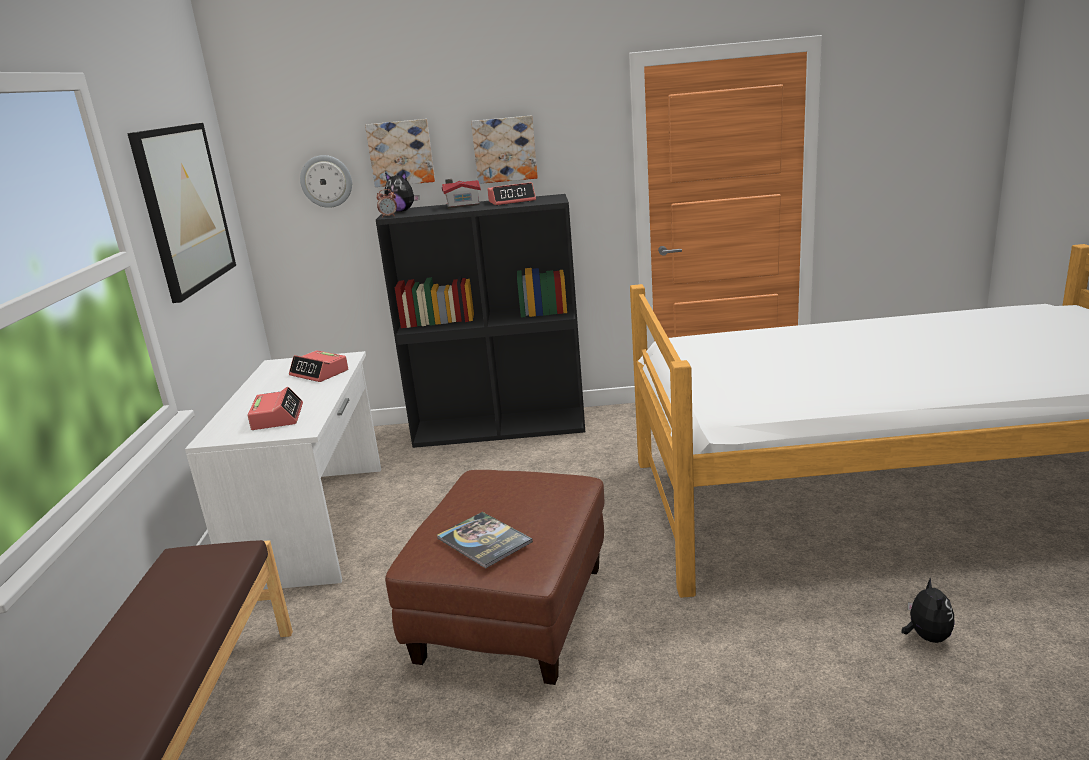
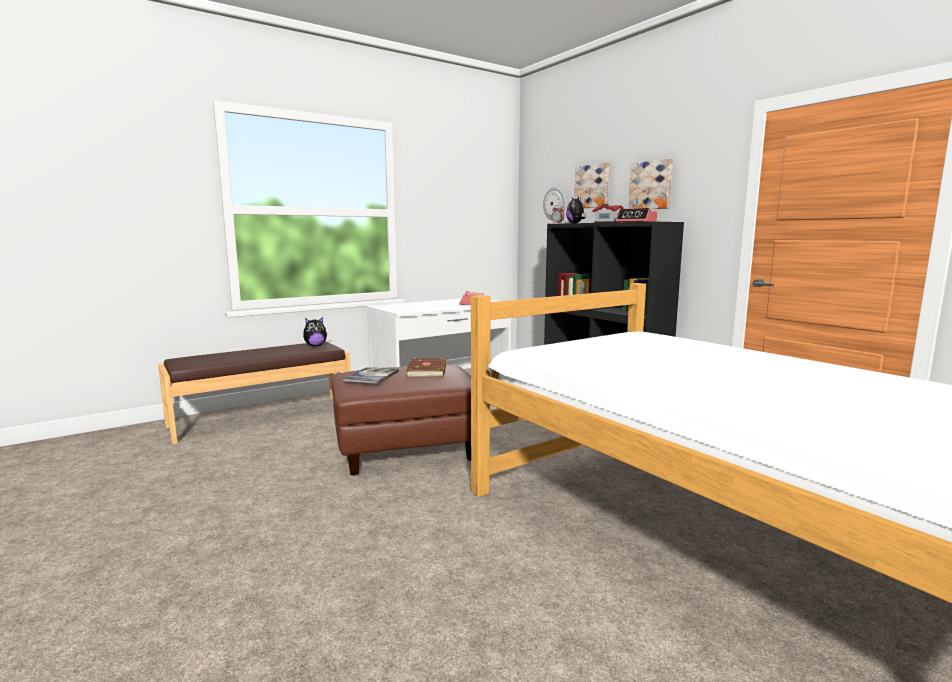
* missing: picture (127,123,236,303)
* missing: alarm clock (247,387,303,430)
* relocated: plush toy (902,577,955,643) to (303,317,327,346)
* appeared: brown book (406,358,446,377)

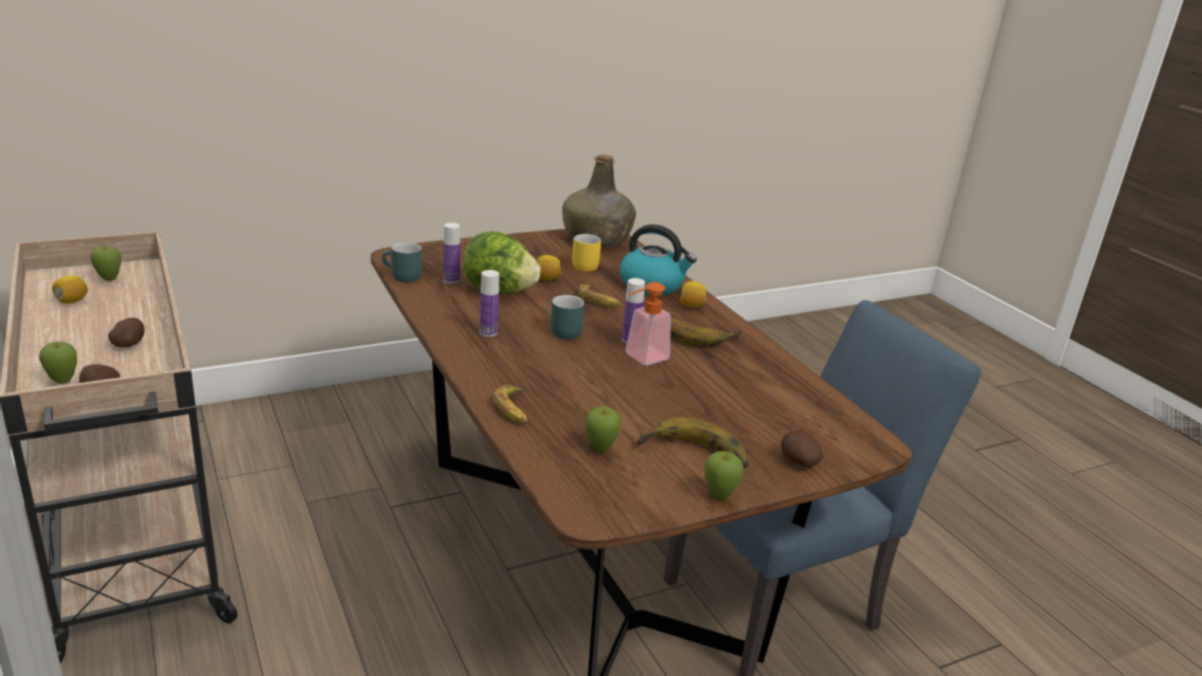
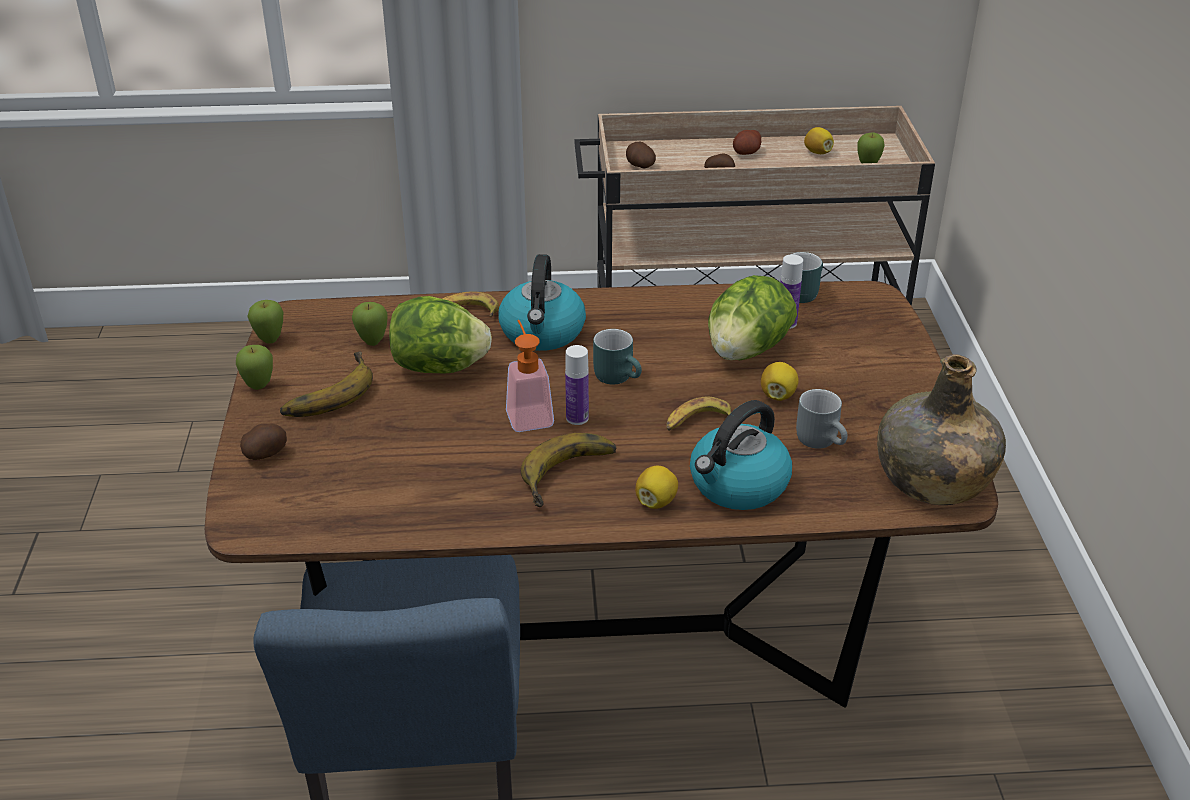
* colour: yellow mug (572,234,601,272) to grey mug (796,389,848,449)
* missing: bottle (480,270,499,337)
* relocated: apple (39,341,77,384) to (247,300,283,344)
* appeared: potato (733,130,761,155)
* appeared: kettle (499,254,586,351)
* appeared: lettuce (389,296,492,373)

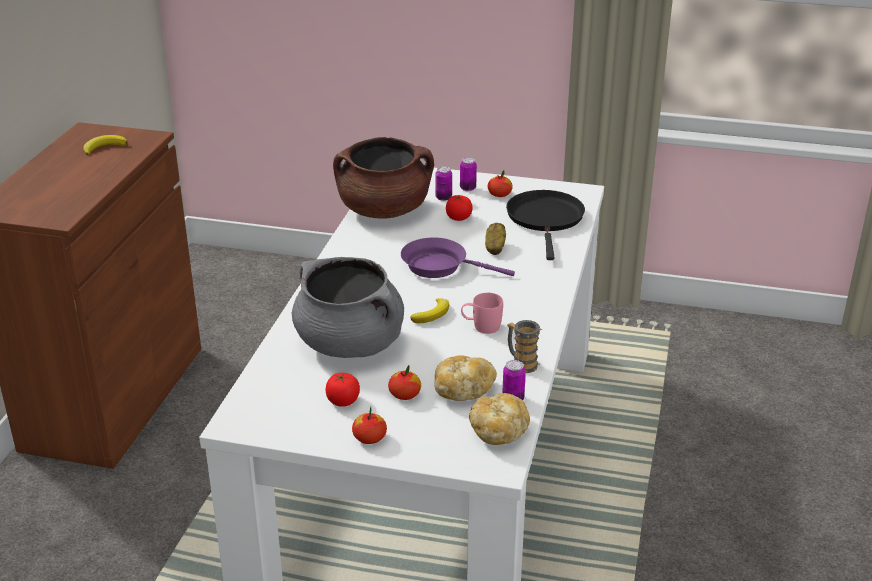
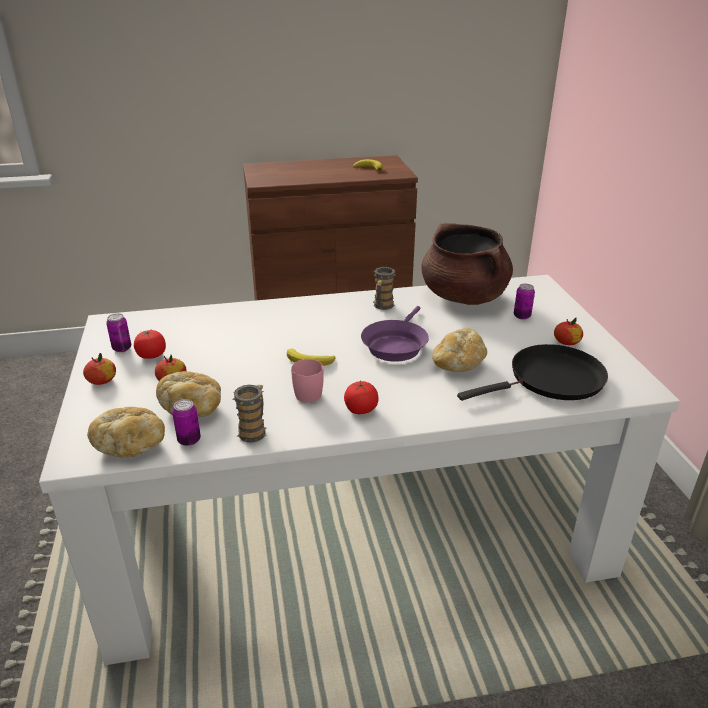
* relocated: can (460,157,477,191) to (106,313,131,352)
* relocated: tomato (446,195,473,221) to (344,380,378,414)
* exchanged: potato (485,223,506,255) to bread (432,328,487,372)
* spun: purple frying pan (401,237,515,278) = (361,306,429,362) 150 degrees counterclockwise
* missing: grey cooking pot (292,257,404,358)
* appeared: mug (373,267,396,310)

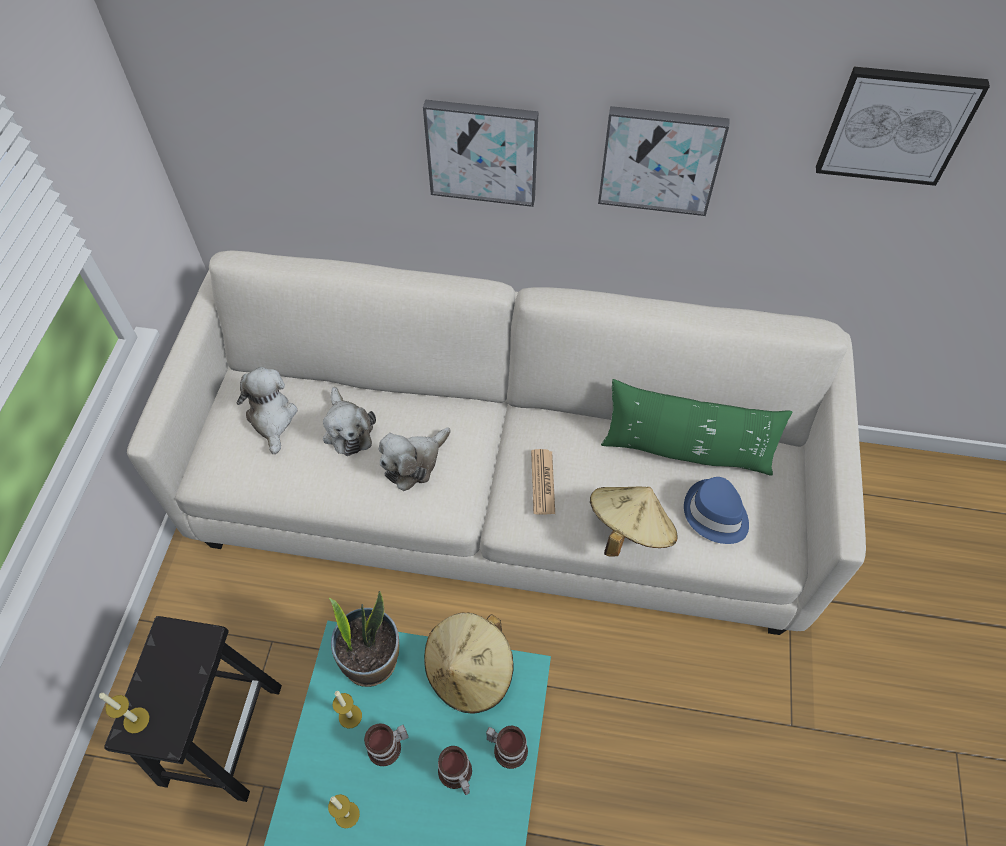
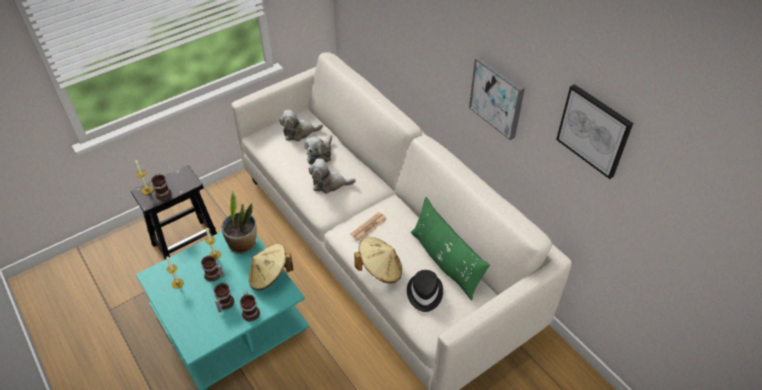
* missing: picture (423,100,539,207)
* spun: plush toy (236,367,297,454) = (279,110,323,141) 135 degrees counterclockwise
* colour: blue hat (684,477,749,544) to black hat (407,270,443,312)
* appeared: mug (151,173,172,200)

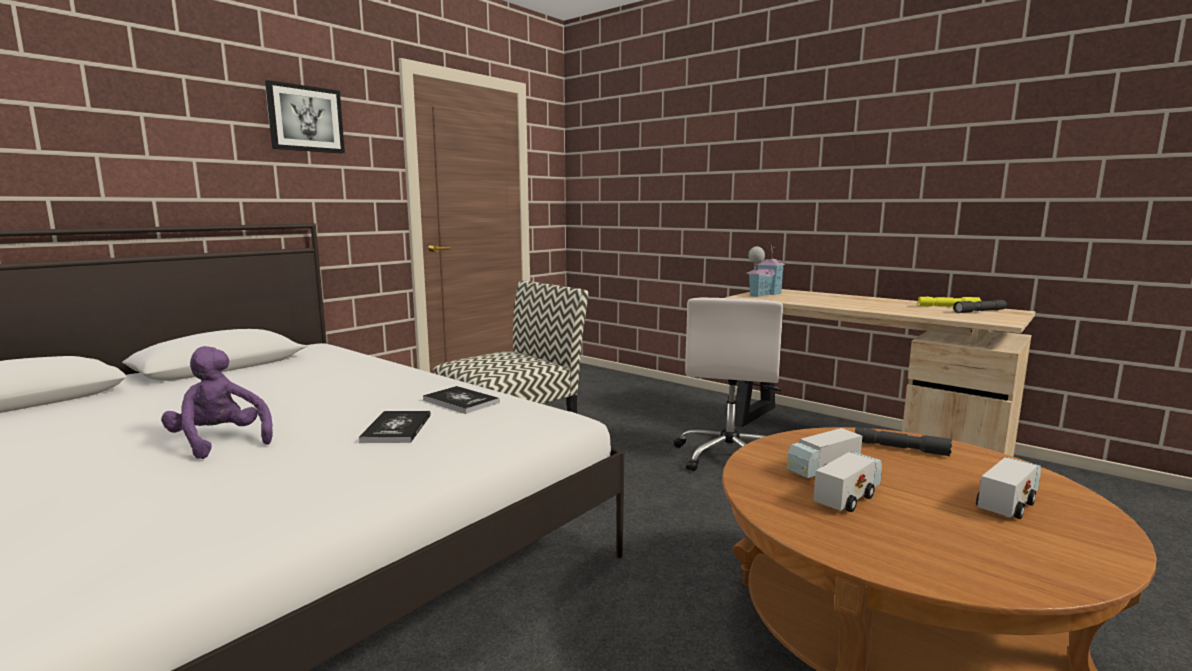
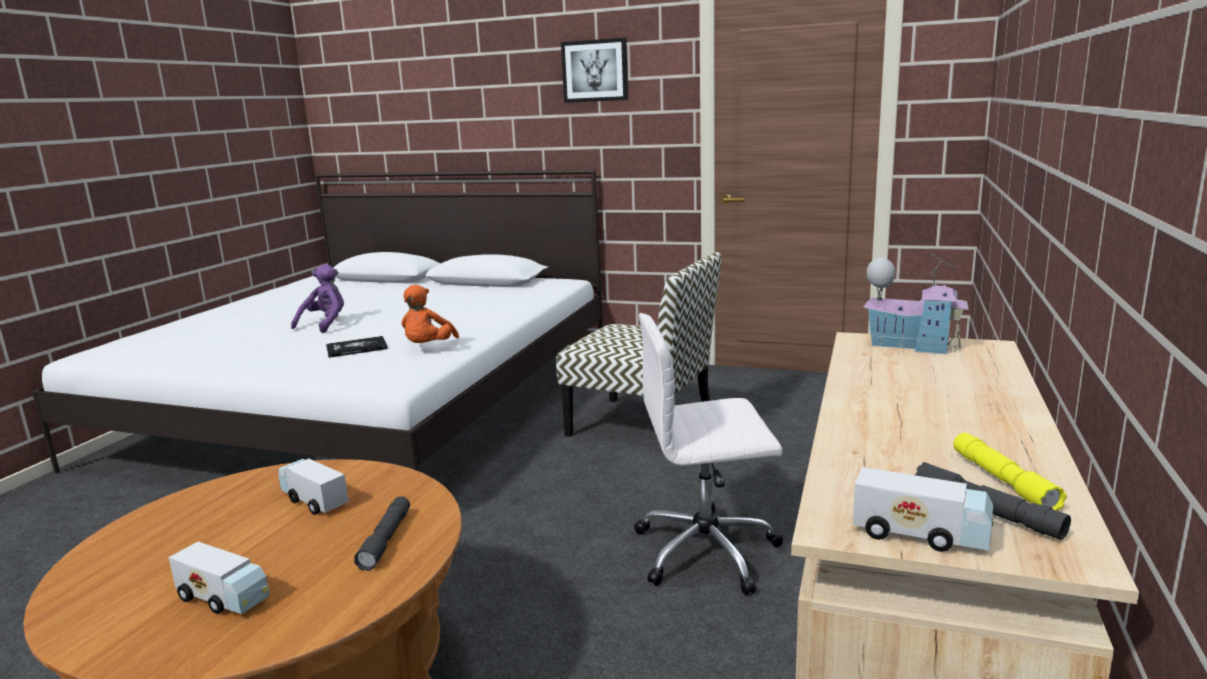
* exchanged: book (423,386,500,414) to orange plush toy (401,285,459,343)
* relocated: toy truck (813,452,882,512) to (853,467,993,552)

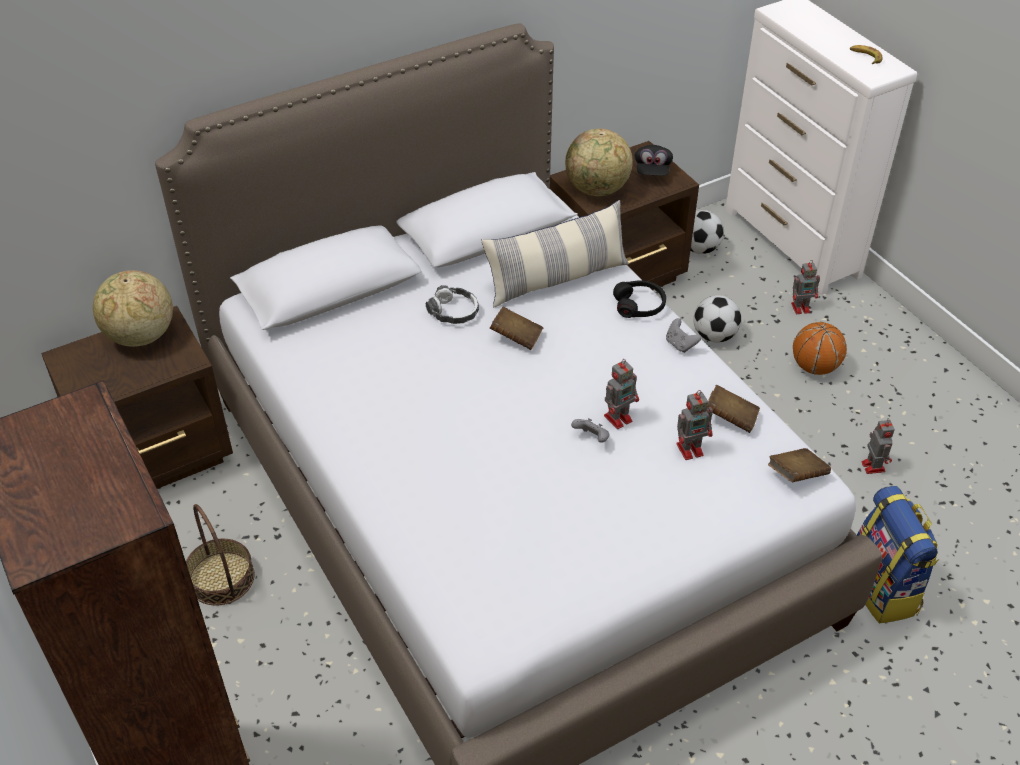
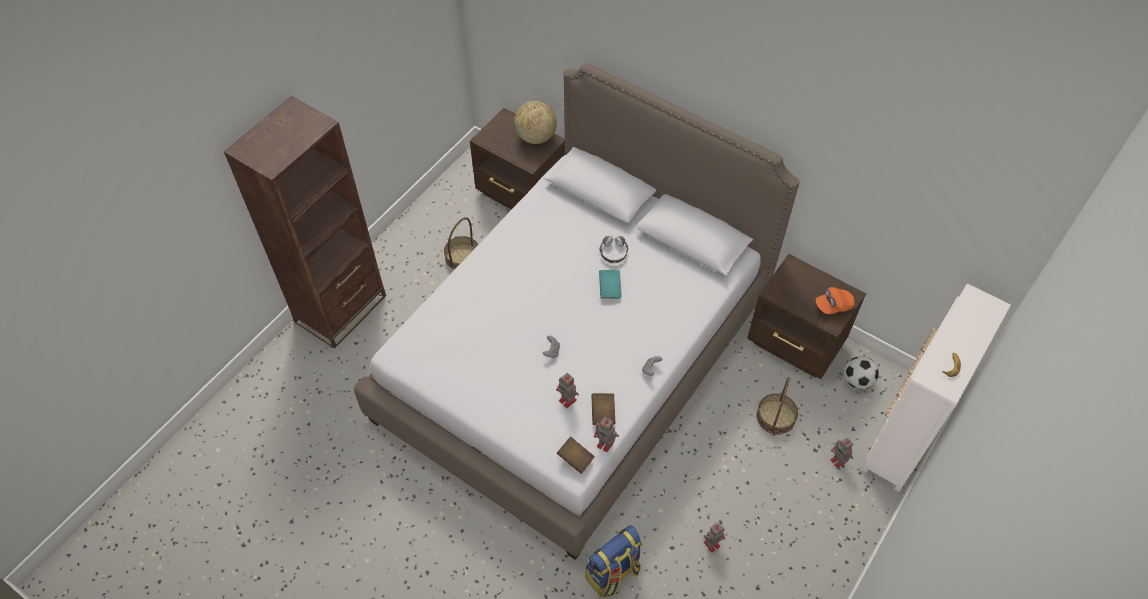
* missing: globe (565,129,633,196)
* colour: black cap (635,145,673,176) to orange cap (816,287,855,314)
* missing: pillow (481,200,629,307)
* missing: black headphones (613,280,666,318)
* exchanged: football (694,295,742,343) to basket (756,377,798,435)
* colour: brown book (490,307,543,350) to turquoise book (599,270,622,299)
* missing: basketball (793,322,847,375)
* relocated: toy robot (604,359,639,429) to (594,417,619,452)

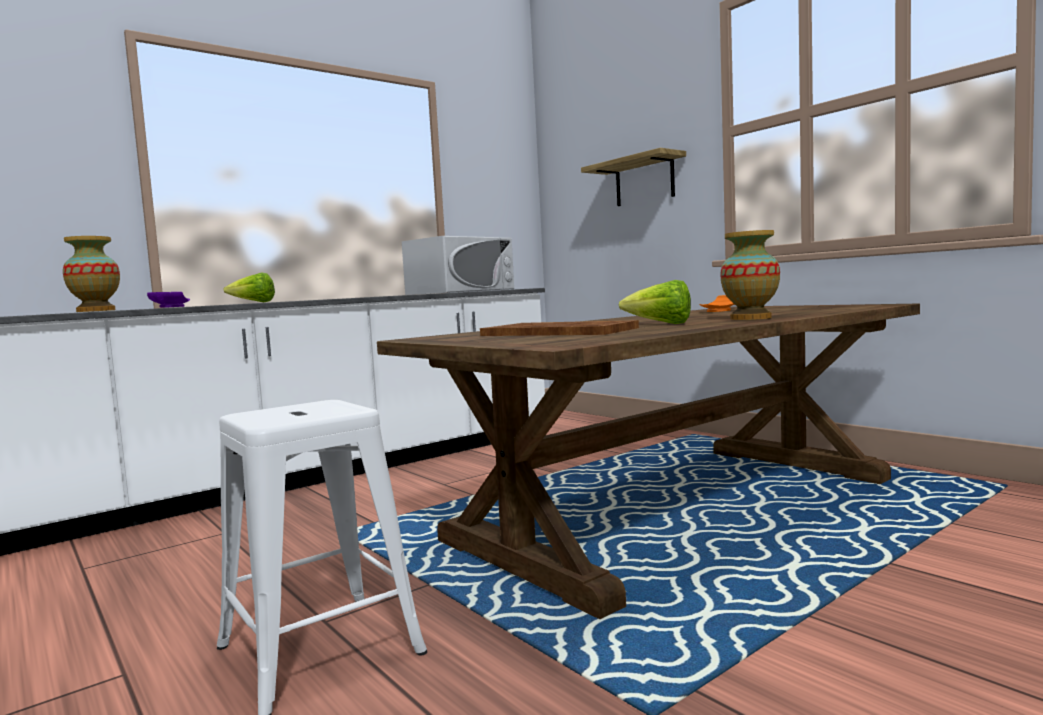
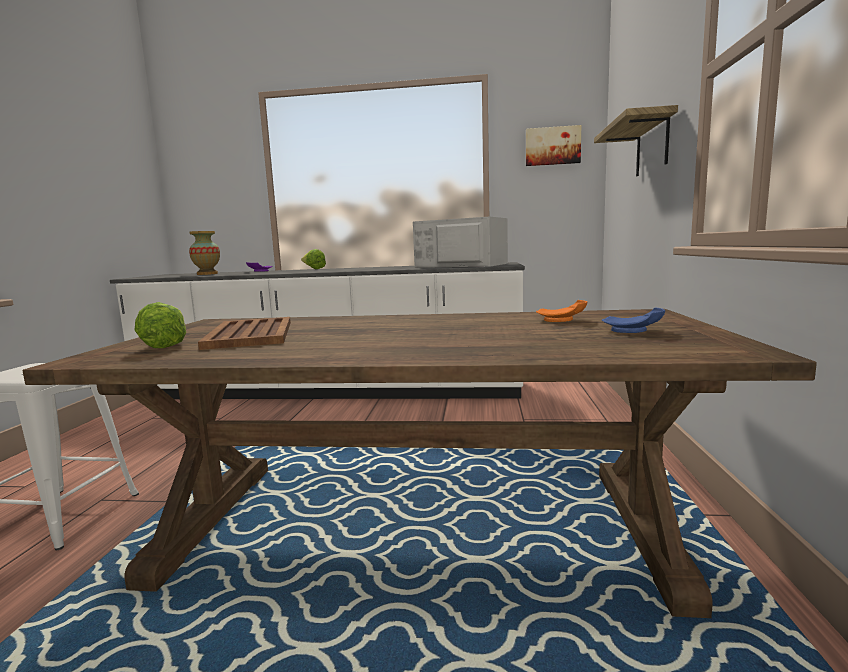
* missing: vase (720,230,780,320)
* spun: white microwave (402,236,514,295) = (413,217,508,268) 150 degrees counterclockwise
* relocated: lettuce (619,280,691,324) to (135,302,186,348)
* appeared: picture (526,125,581,166)
* appeared: blue plate (602,307,665,333)

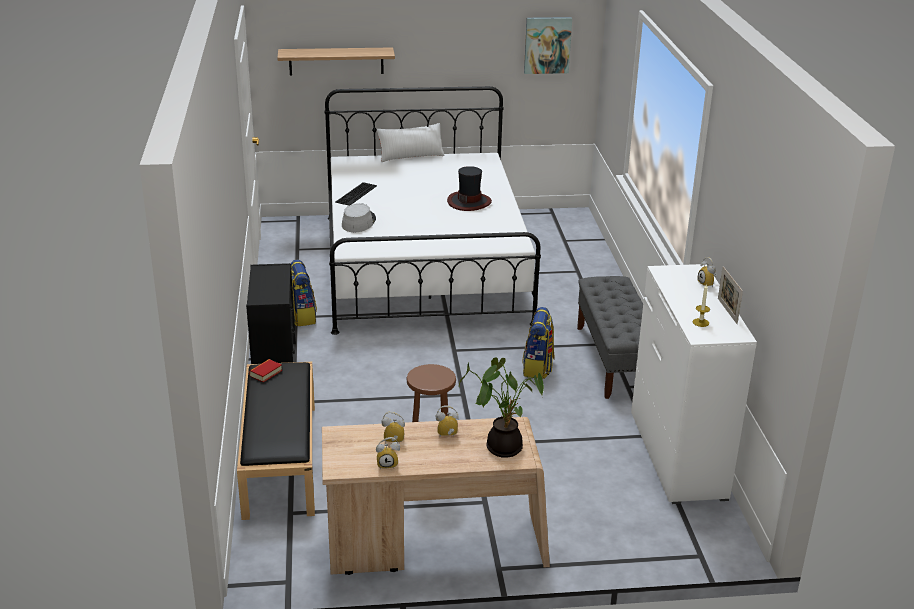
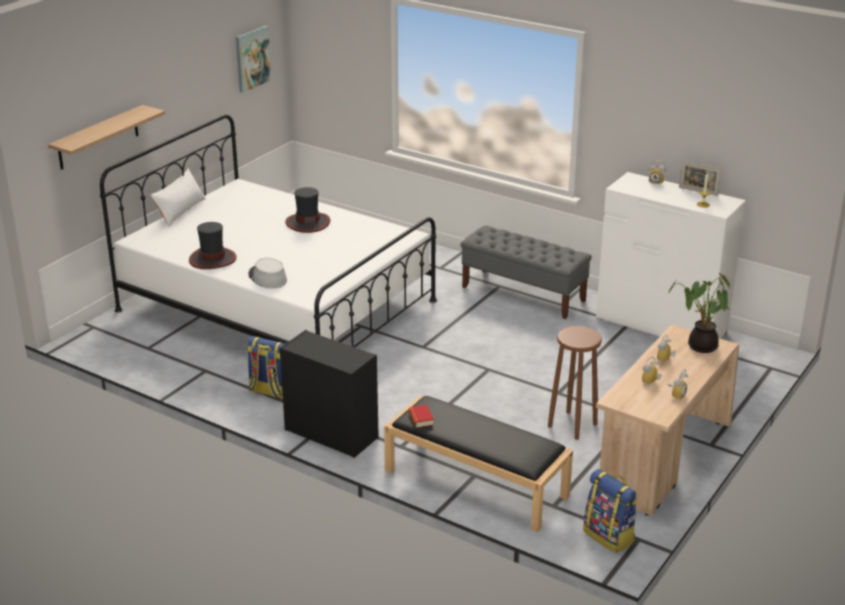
* exchanged: keyboard (335,182,377,206) to hat (189,222,237,269)
* relocated: backpack (522,307,555,379) to (583,469,638,553)

